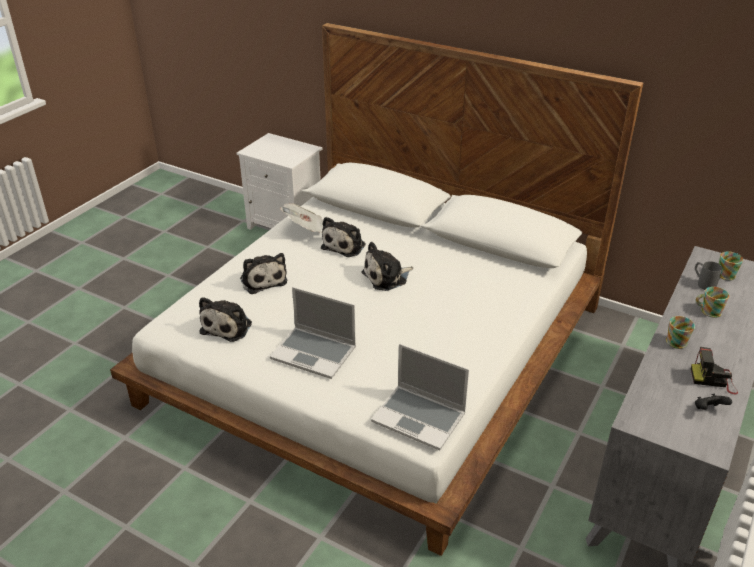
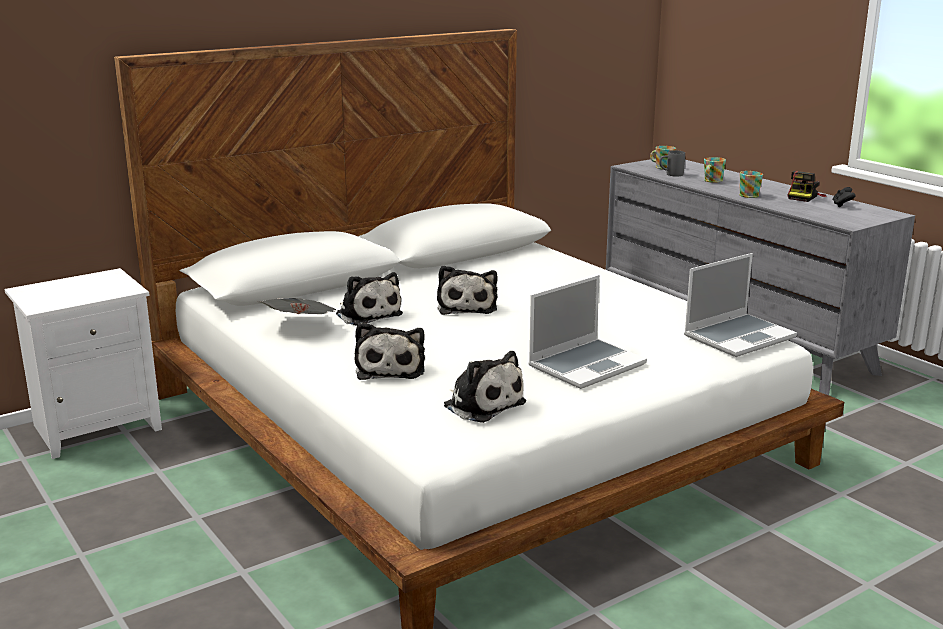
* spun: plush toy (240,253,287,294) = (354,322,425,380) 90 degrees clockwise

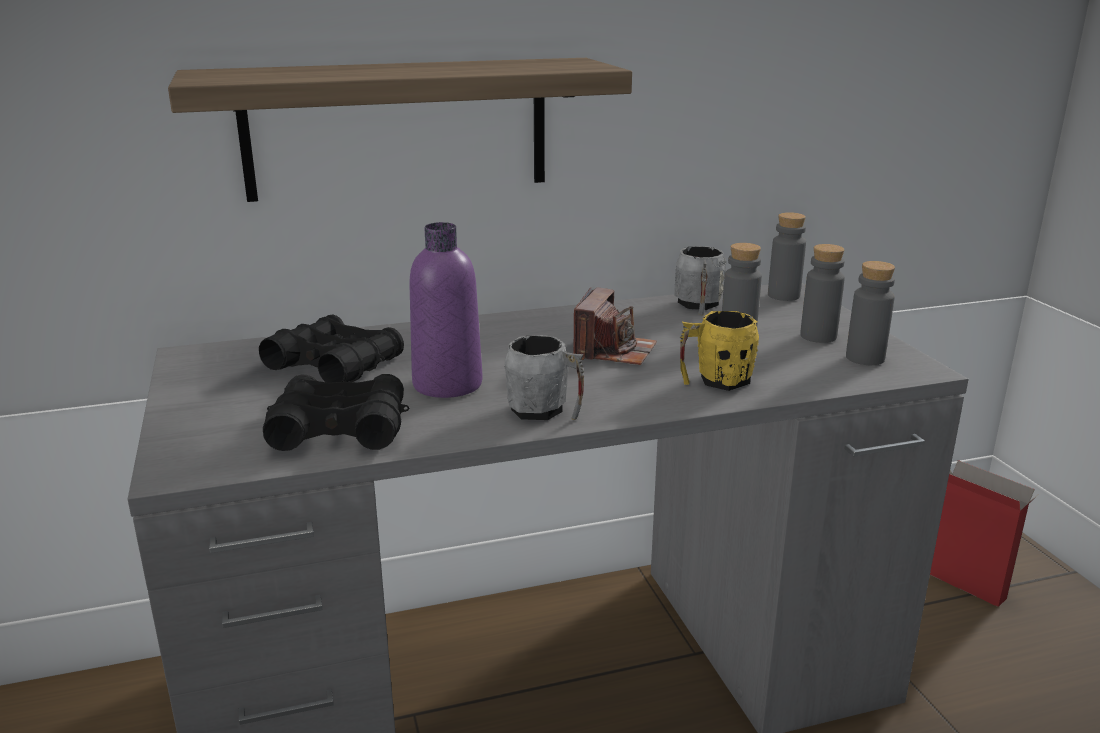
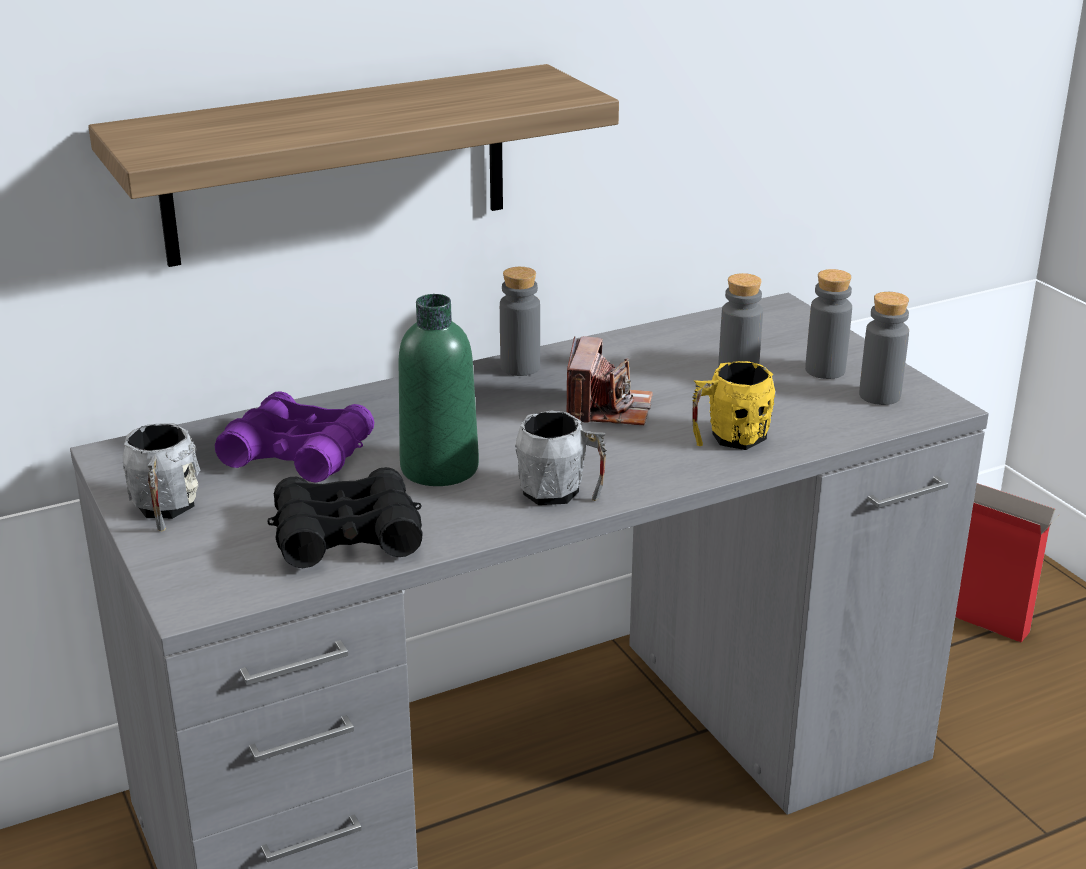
* relocated: grey bottle (768,212,806,301) to (500,267,540,376)
* colour: purple bottle (409,222,483,398) to green bottle (398,294,479,486)
* relocated: grey mug (674,246,727,316) to (122,423,200,532)
* colour: black binoculars (259,315,404,383) to purple binoculars (215,391,374,483)

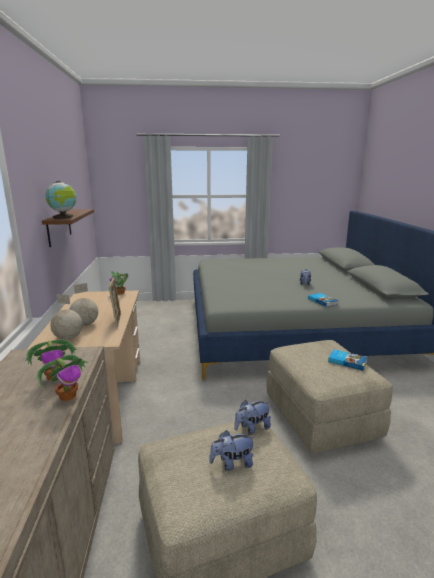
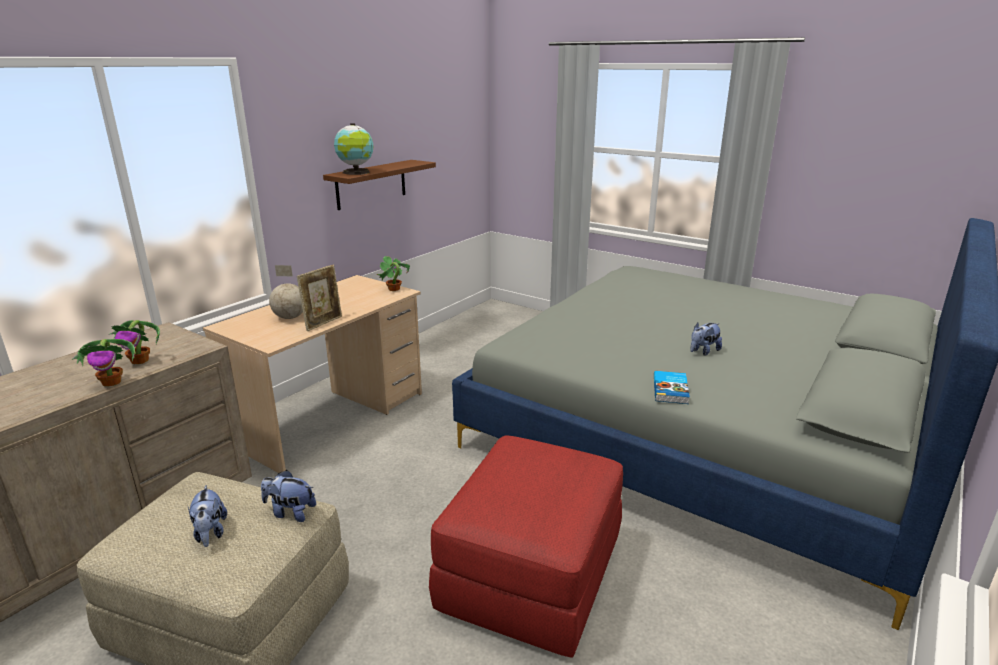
* missing: globe (50,294,83,340)
* colour: beige ottoman (266,340,393,454) to red ottoman (429,436,623,658)
* missing: book (328,349,368,371)
* spun: plush toy (209,430,255,471) = (187,485,227,547) 135 degrees counterclockwise

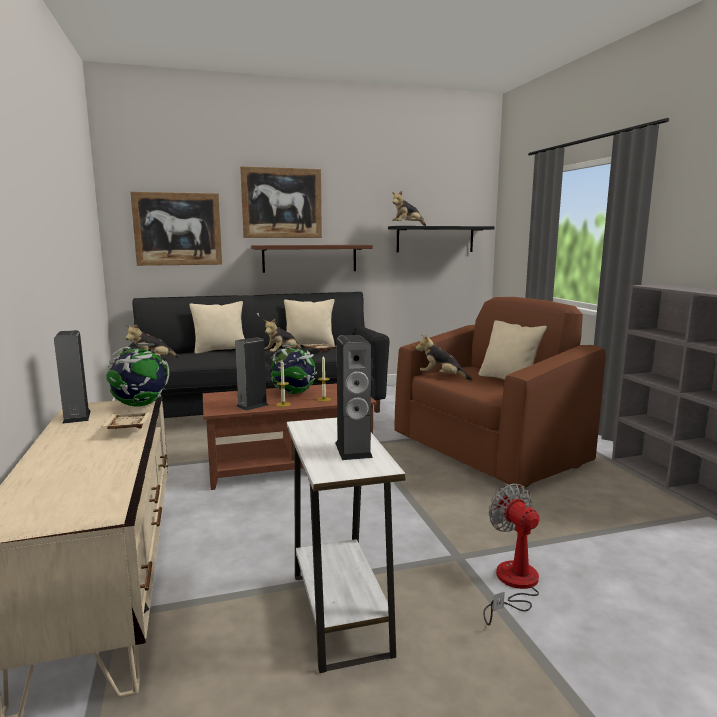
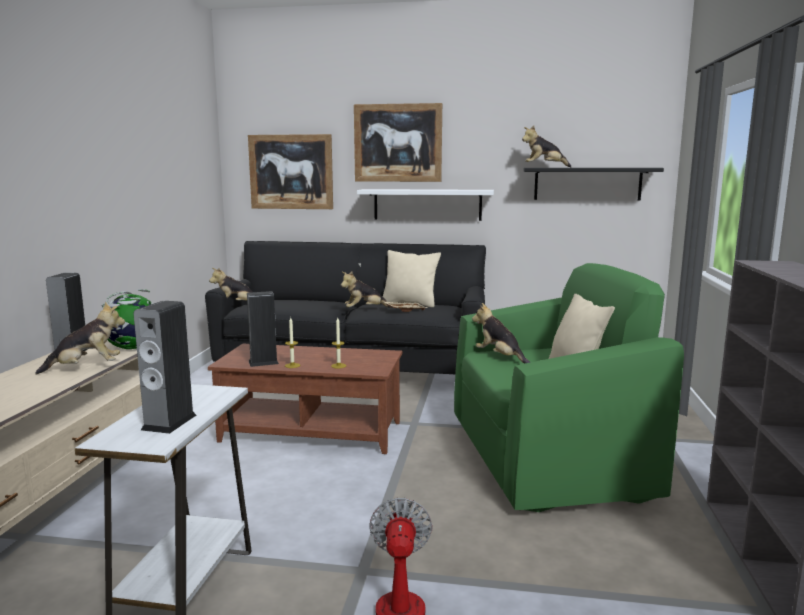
* colour: brown shelf (251,245,373,273) to white shelf (357,189,494,221)
* colour: brown armchair (394,297,606,488) to green armchair (454,263,684,512)
* missing: beige pillow (189,301,245,354)
* missing: globe (271,344,317,394)
* exchanged: beige tray (101,412,151,429) to plush toy (35,302,125,375)

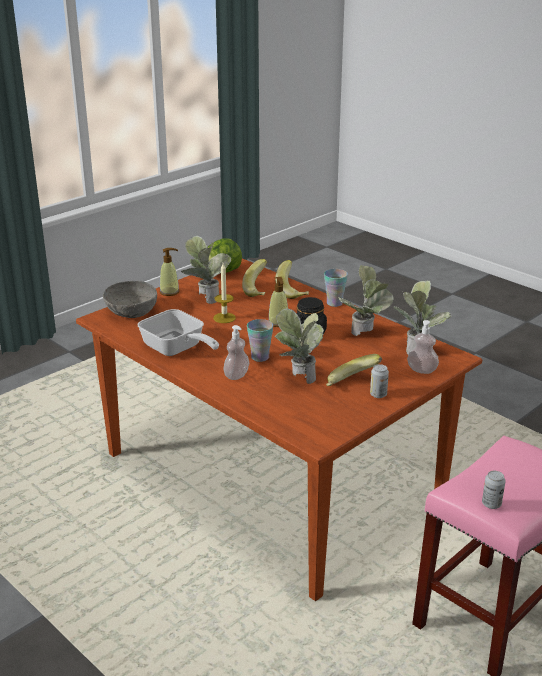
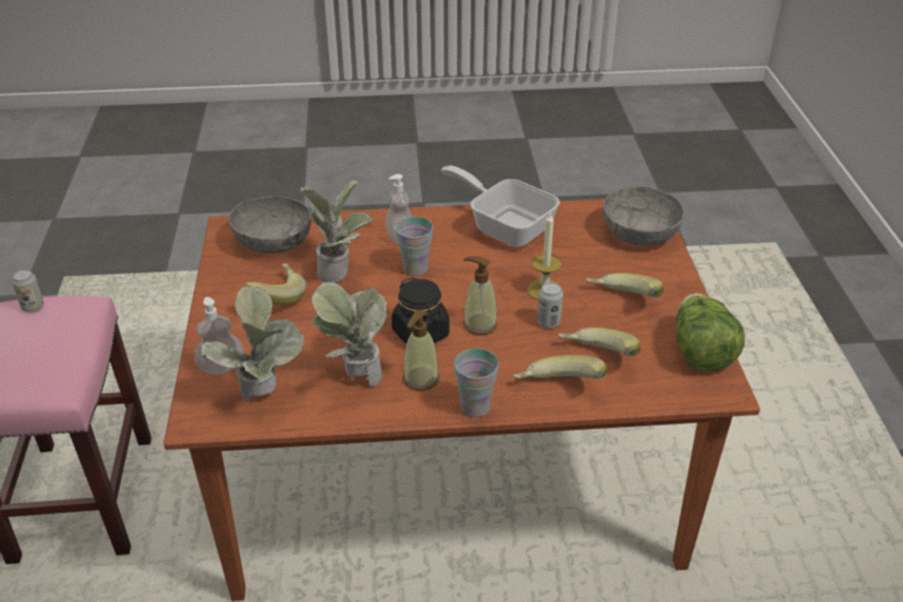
* exchanged: potted plant (181,236,231,304) to banana (585,273,664,297)
* relocated: soap dispenser (160,248,180,296) to (403,309,439,391)
* spun: frying pan (137,309,219,356) = (441,166,560,247) 45 degrees clockwise
* relocated: can (370,364,389,398) to (537,282,563,328)
* appeared: grey bowl (229,196,311,253)

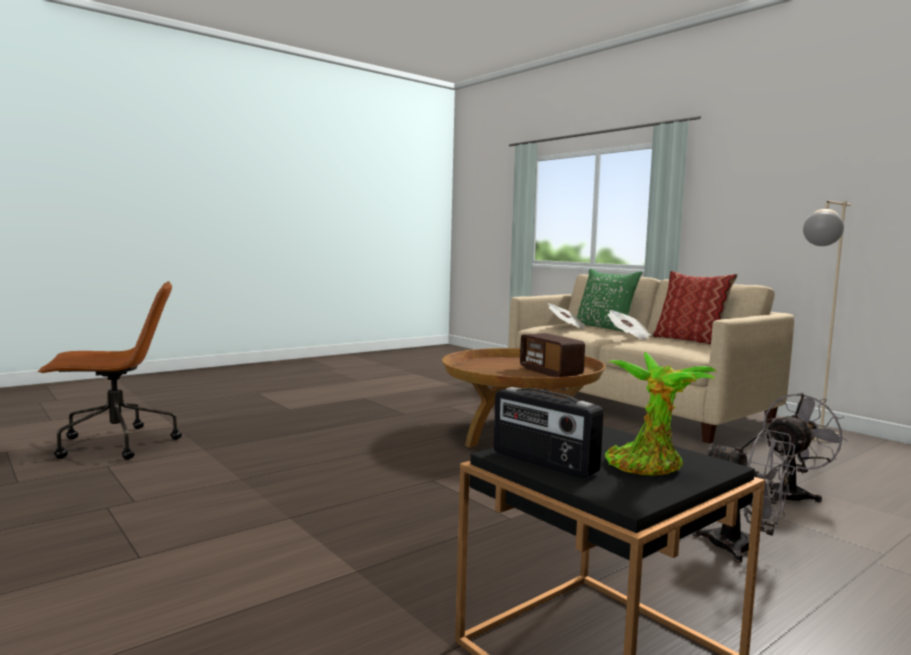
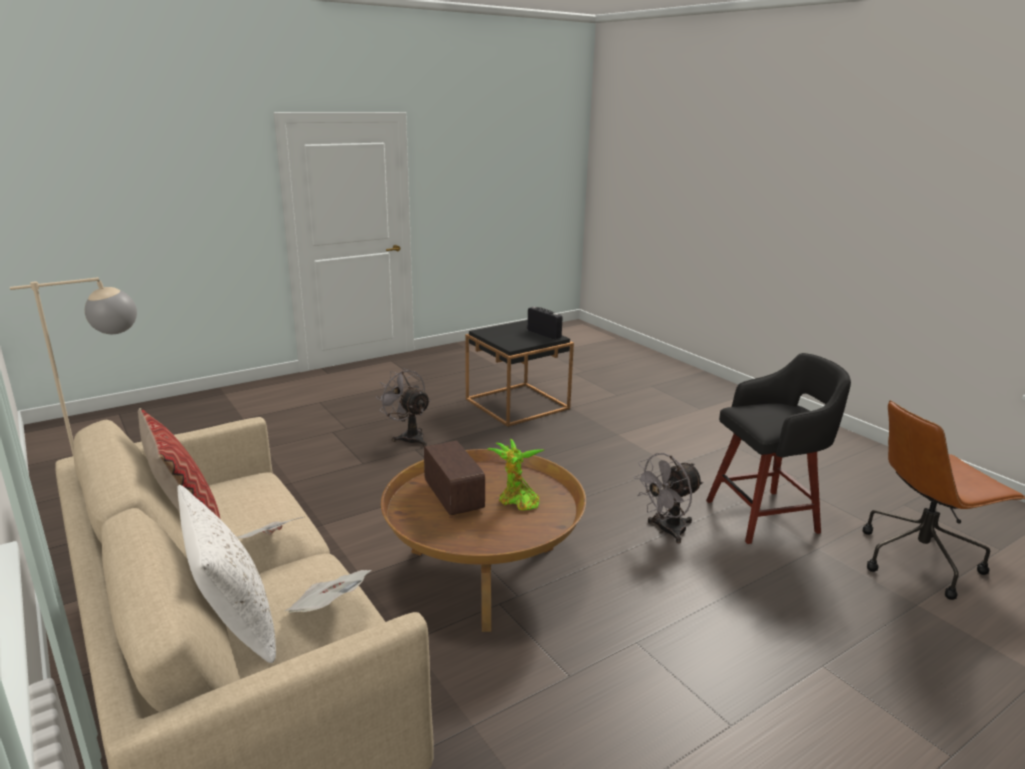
* colour: green pillow (577,269,642,331) to white pillow (178,485,276,663)
* relocated: potted plant (605,352,717,475) to (487,439,544,511)
* relocated: grey fan (763,392,848,504) to (634,453,703,543)
* appeared: black stool (706,353,851,544)

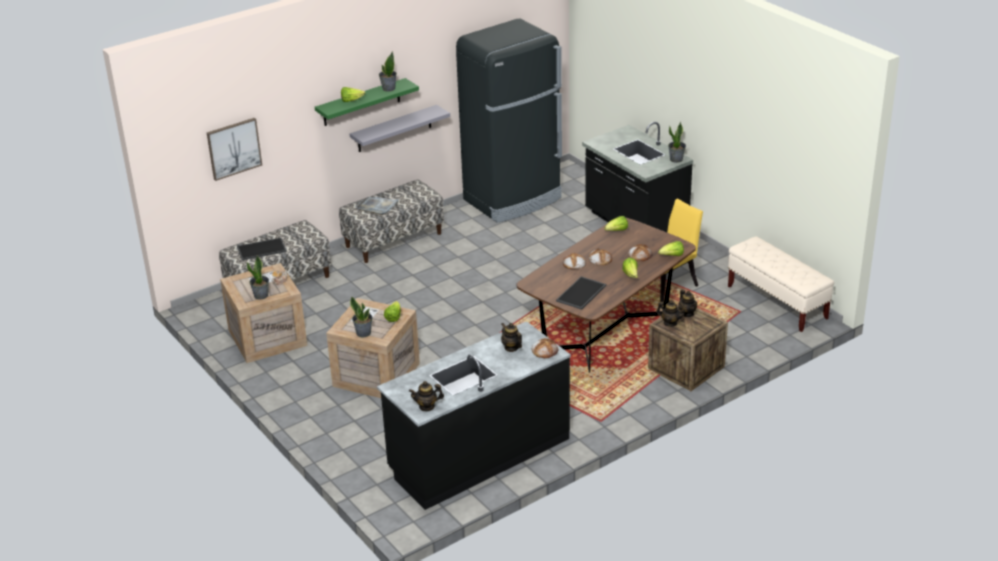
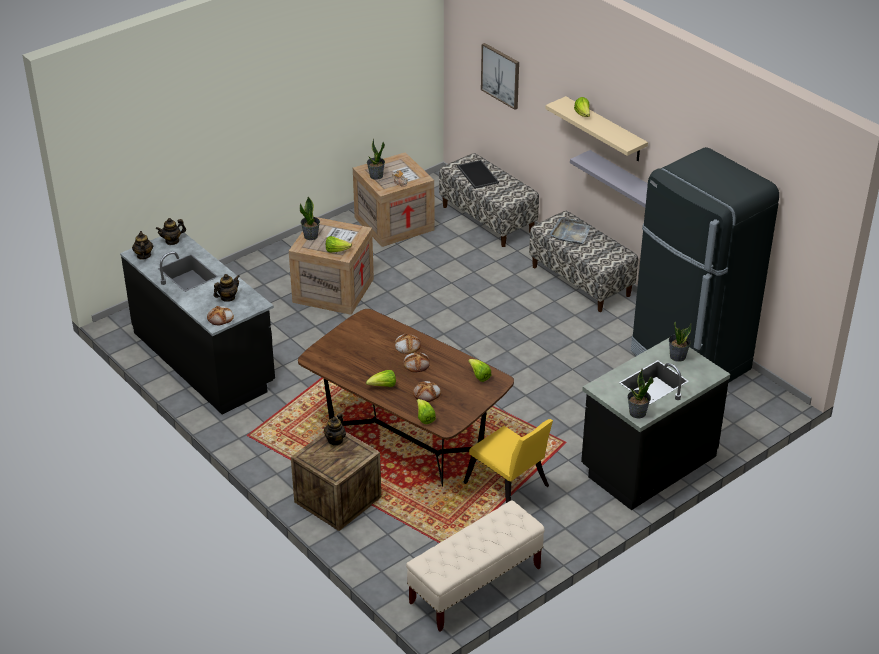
* relocated: potted plant (379,51,397,92) to (669,321,692,362)
* colour: green shelf (315,78,419,126) to beige shelf (545,96,648,161)
* missing: tray (556,276,606,310)
* relocated: teapot (678,289,697,317) to (156,218,186,245)

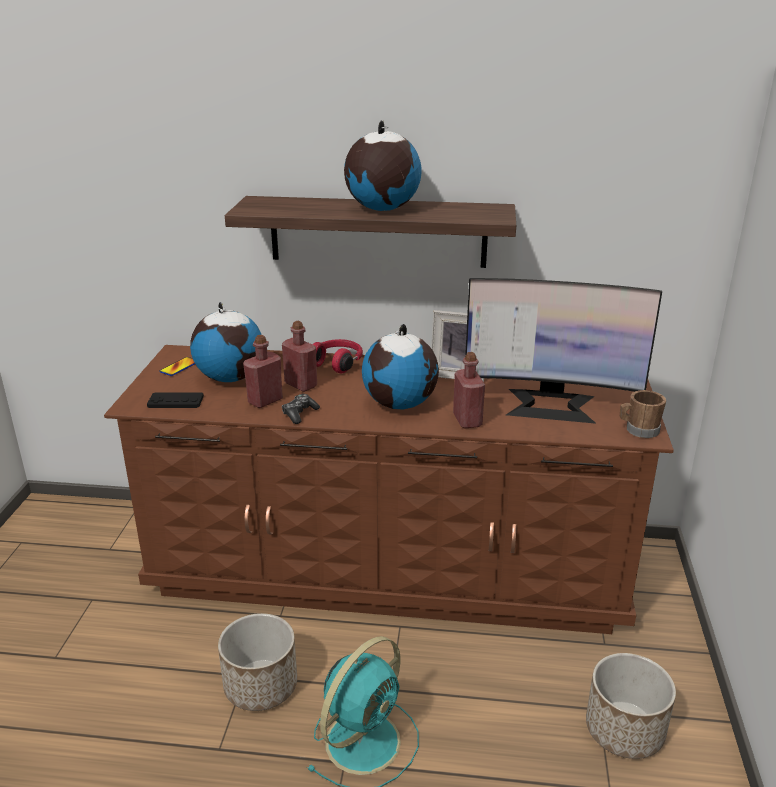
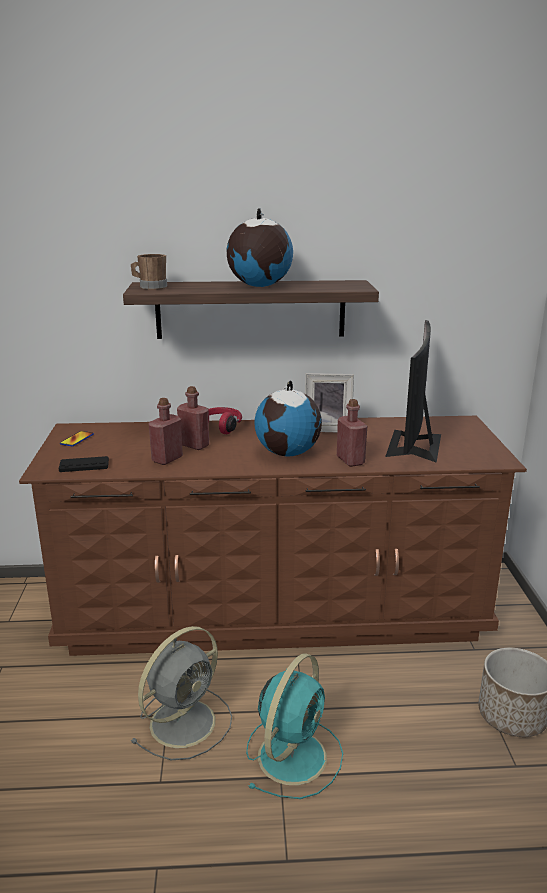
* spun: monitor (465,278,662,424) = (385,320,441,463) 105 degrees clockwise
* missing: globe (190,302,261,382)
* relocated: brown mug (620,390,666,438) to (131,254,167,289)
* missing: game controller (282,394,320,424)
* exchanged: planter (218,613,297,711) to grey fan (131,626,232,760)

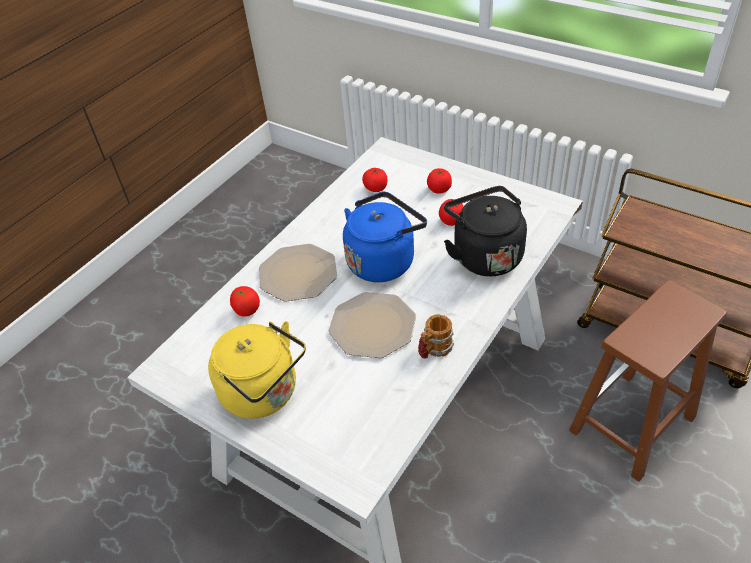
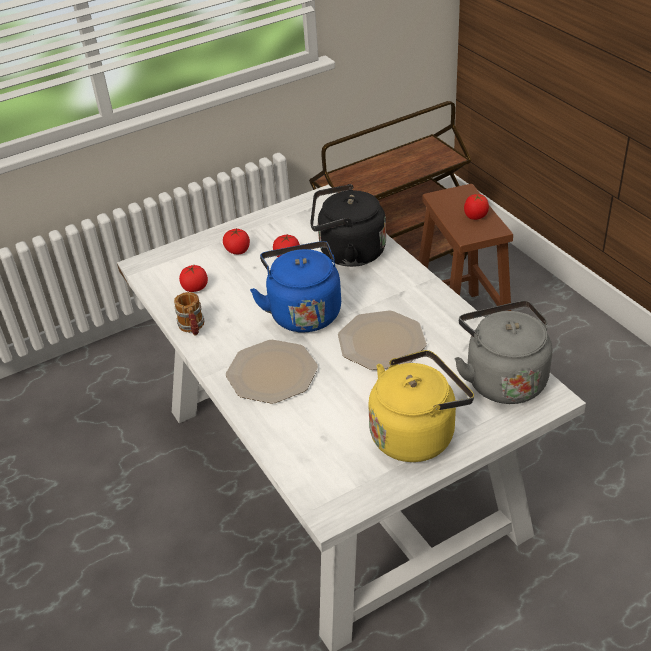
* relocated: tomato (230,286,260,317) to (464,194,489,220)
* relocated: mug (418,314,454,359) to (174,292,205,336)
* appeared: grey kettle (454,301,552,404)

